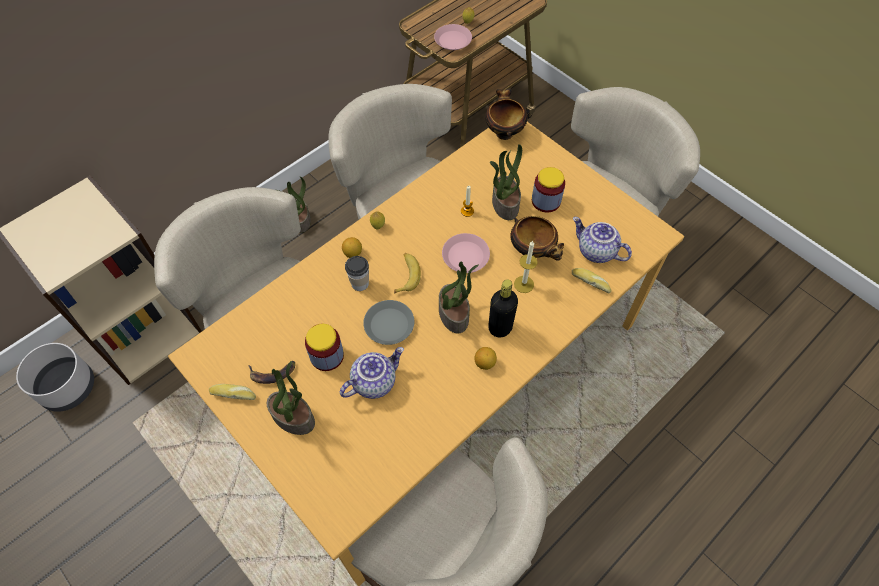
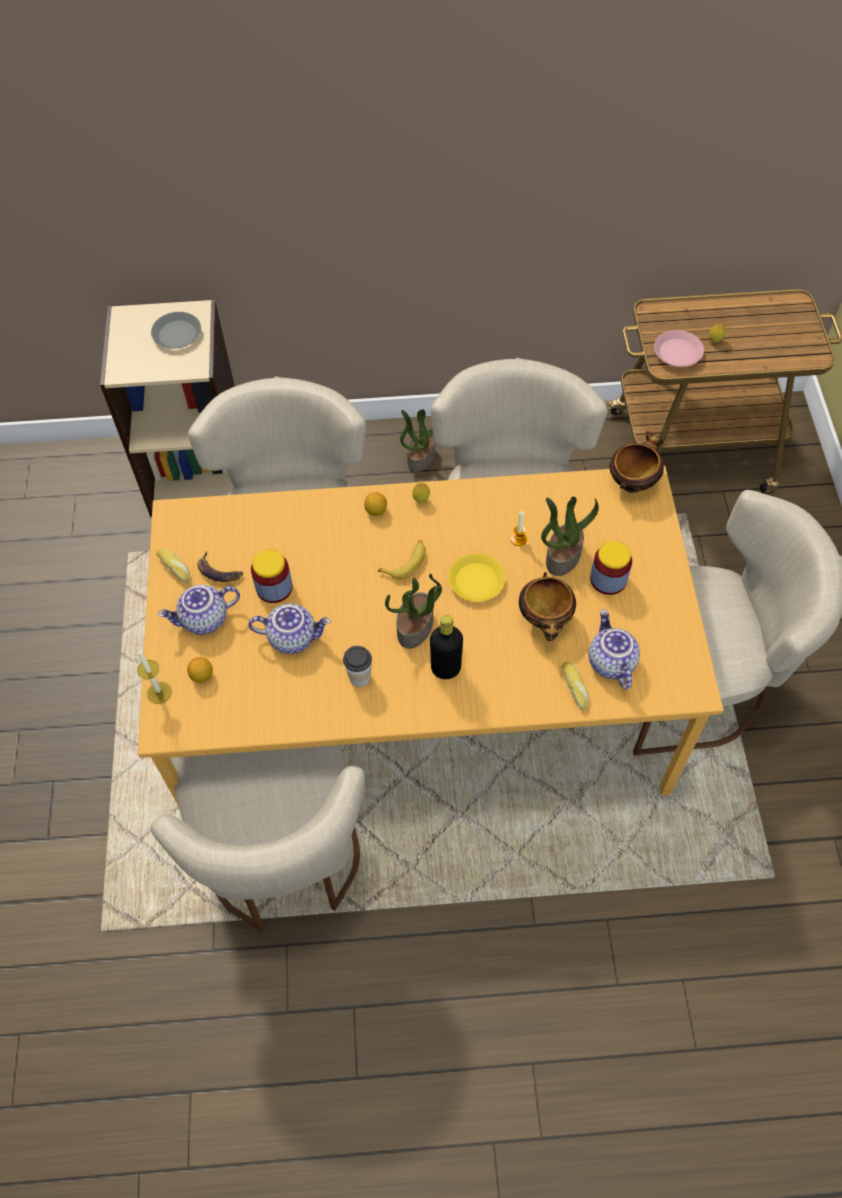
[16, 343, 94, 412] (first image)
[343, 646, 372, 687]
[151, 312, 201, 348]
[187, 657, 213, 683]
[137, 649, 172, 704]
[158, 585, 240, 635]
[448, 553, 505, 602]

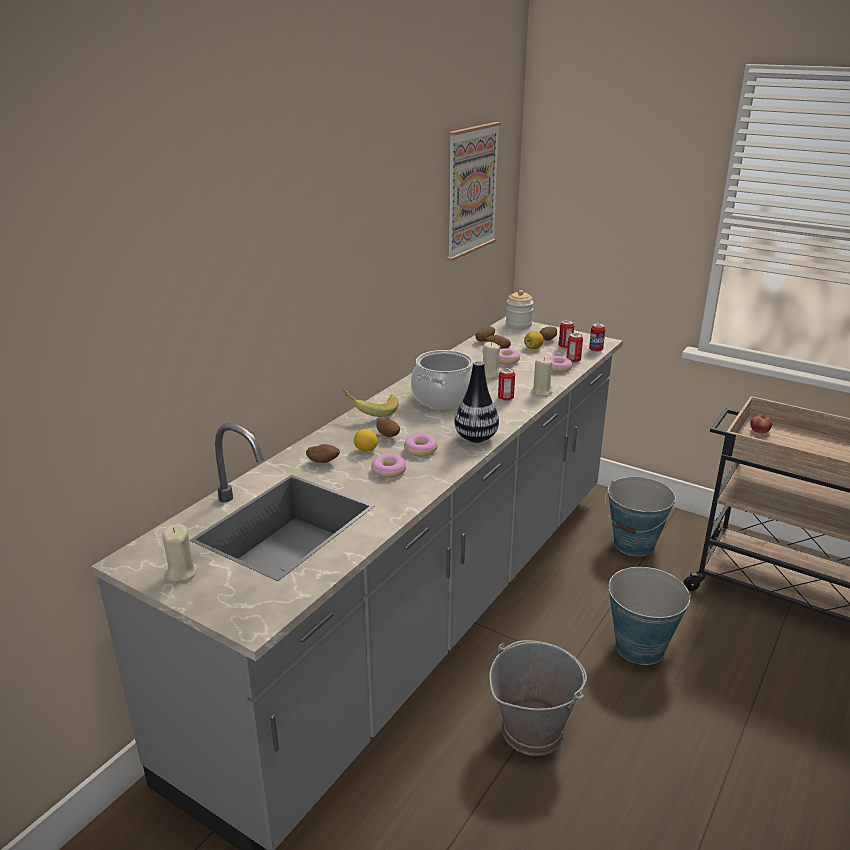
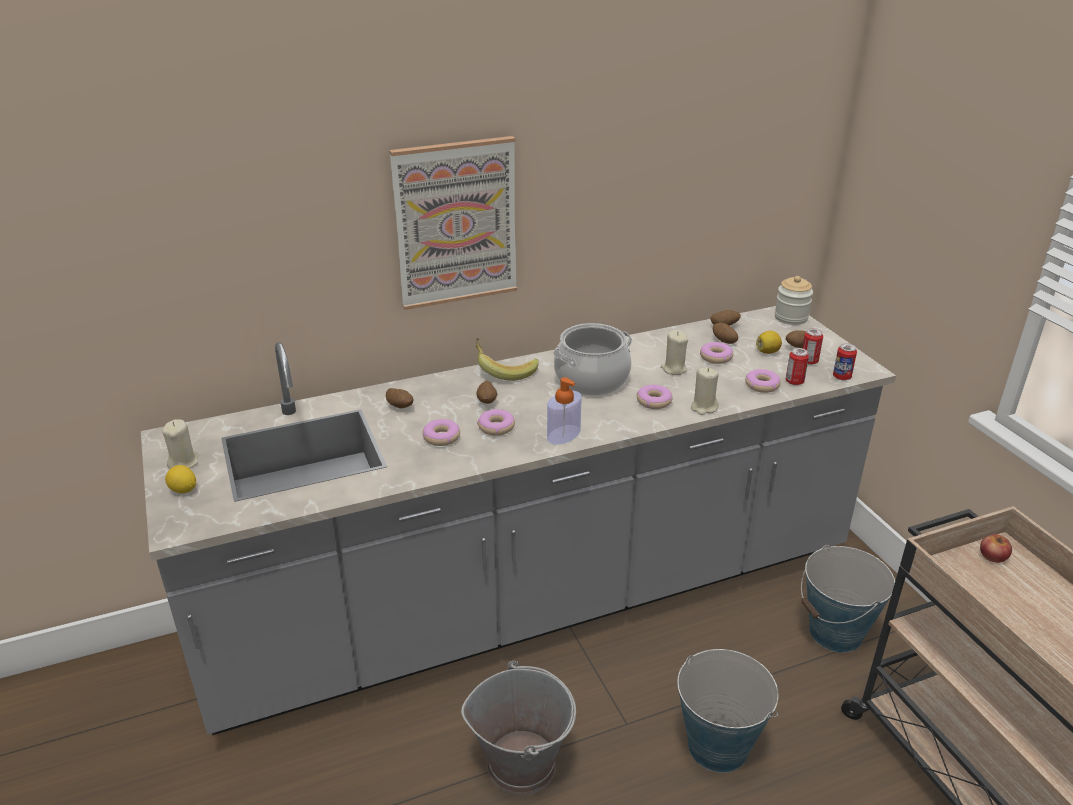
[165, 465, 196, 493]
[389, 136, 517, 310]
[547, 377, 582, 445]
[637, 385, 673, 409]

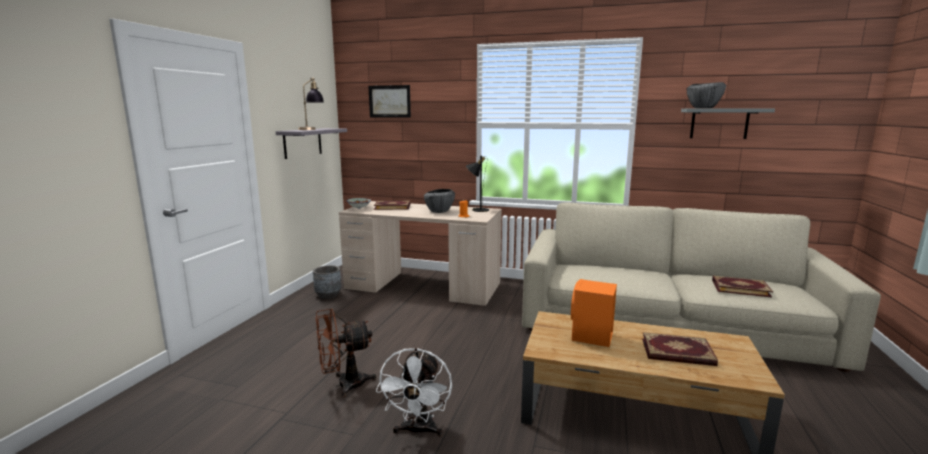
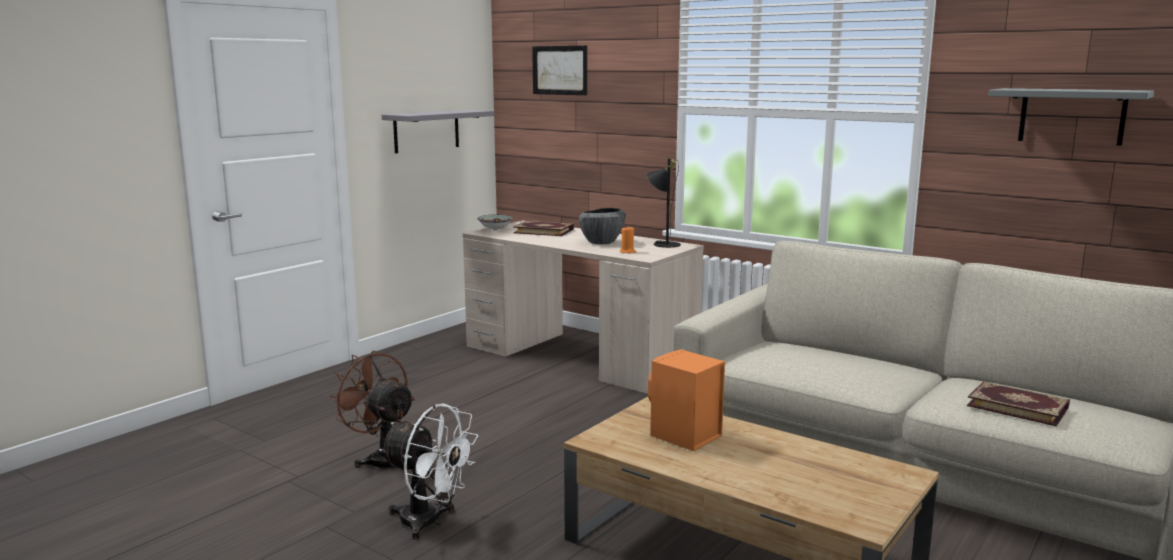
[298, 77, 324, 130] (first image)
[313, 265, 341, 299] (first image)
[642, 332, 718, 366] (first image)
[687, 82, 726, 108] (first image)
[328, 351, 415, 473]
[379, 403, 478, 540]

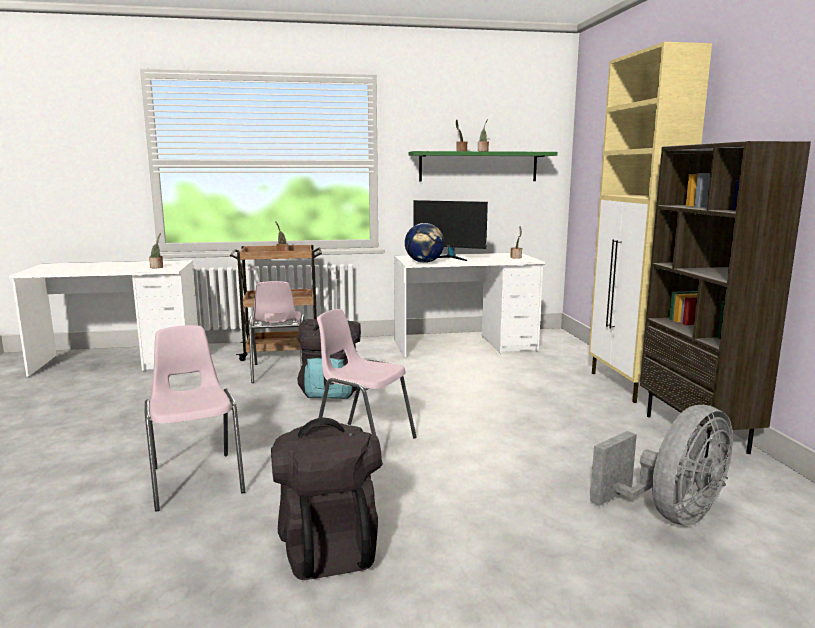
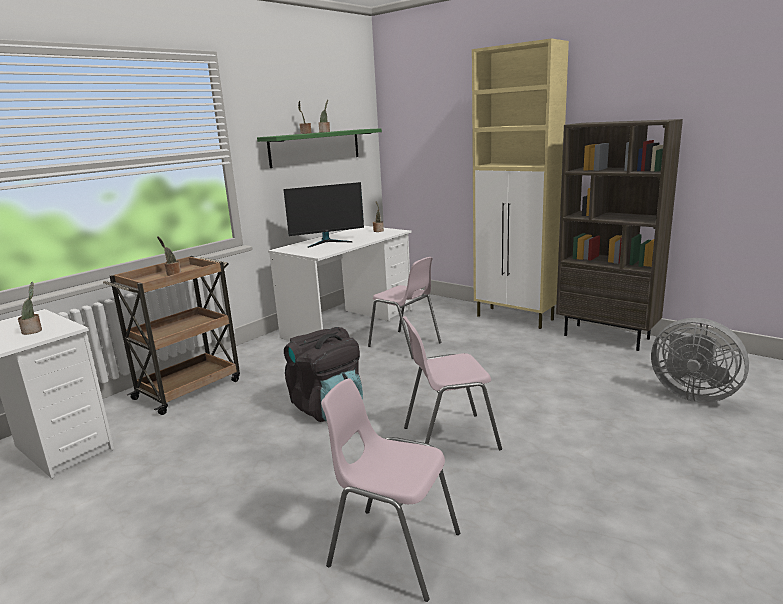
[271, 418, 382, 580] (first image)
[405, 223, 444, 263] (first image)
[368, 257, 441, 359]
[651, 318, 749, 403]

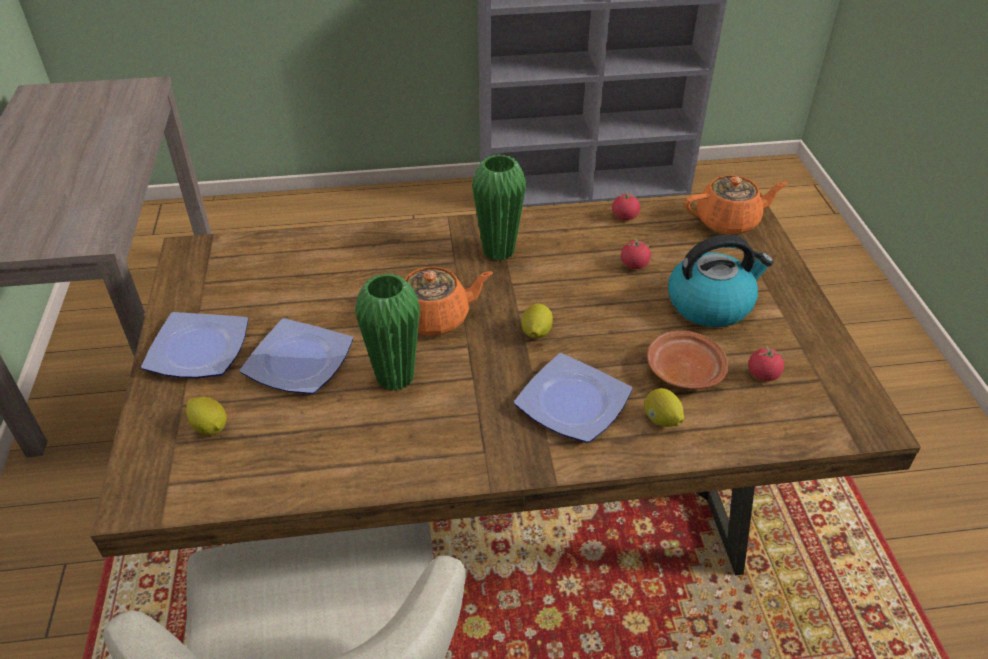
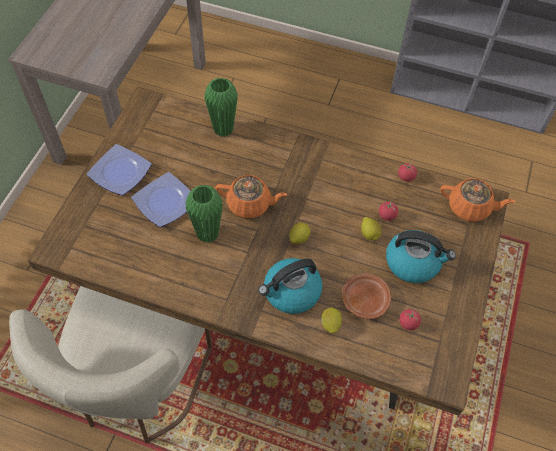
[361, 217, 381, 241]
[204, 78, 238, 137]
[258, 258, 323, 314]

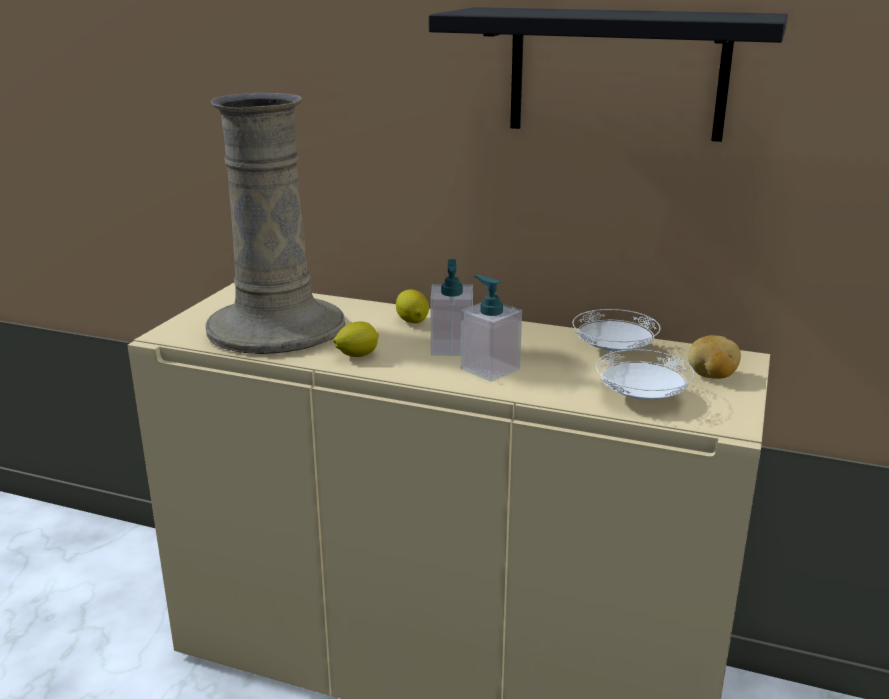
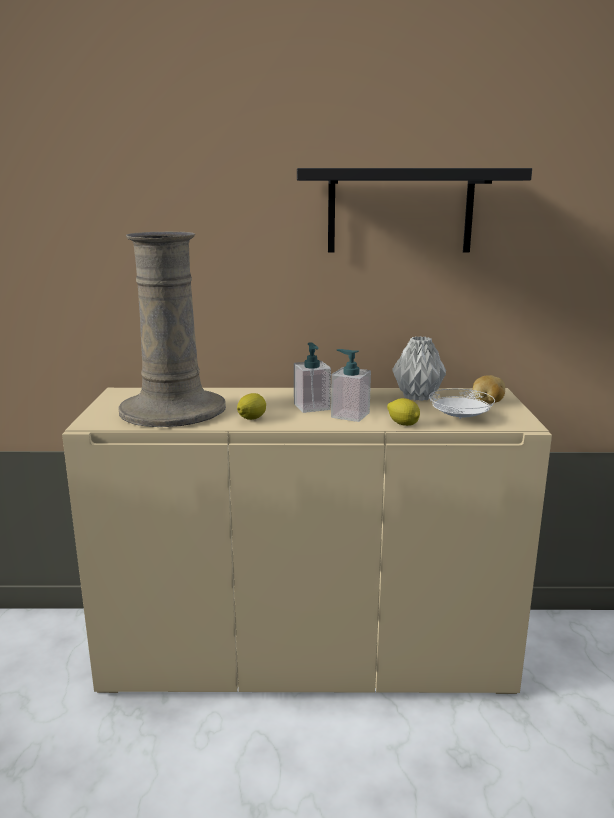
[387, 398, 420, 426]
[392, 336, 446, 401]

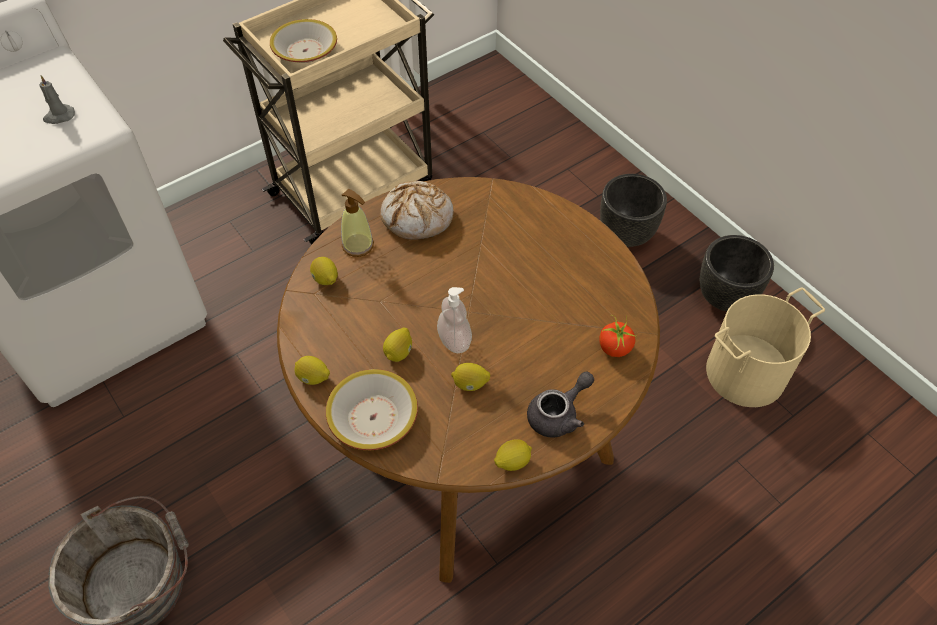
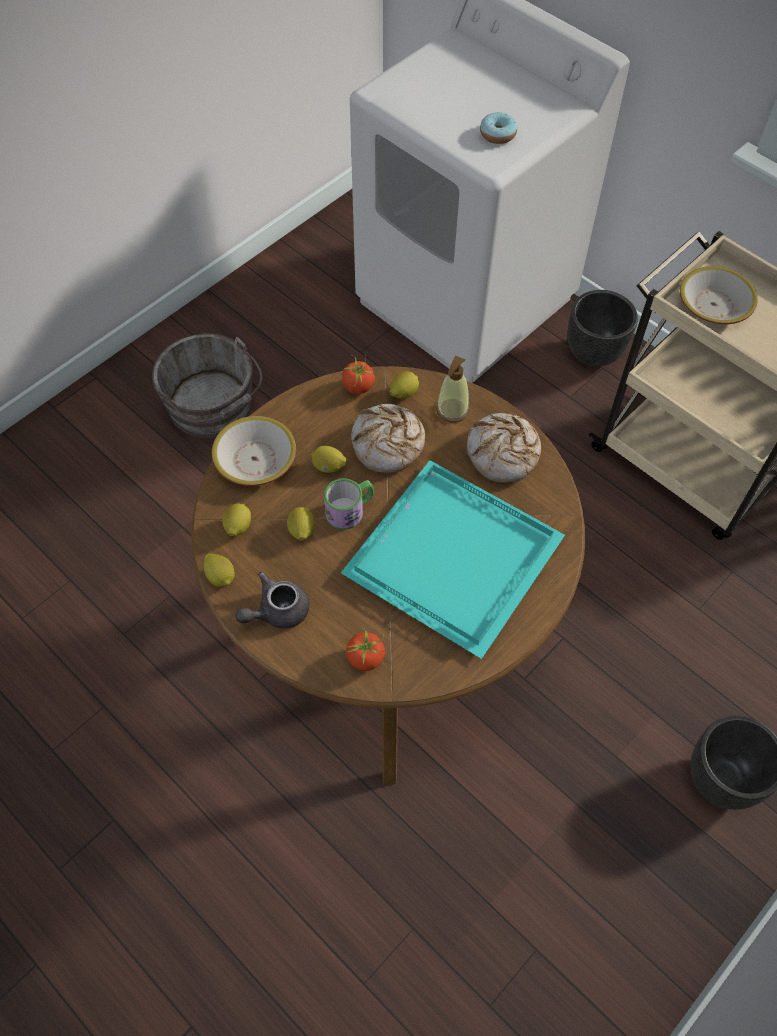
[706, 287, 825, 407] (first image)
[341, 460, 565, 659]
[342, 354, 375, 394]
[351, 404, 425, 473]
[223, 503, 251, 536]
[568, 290, 638, 367]
[480, 112, 517, 144]
[324, 478, 374, 530]
[236, 572, 309, 629]

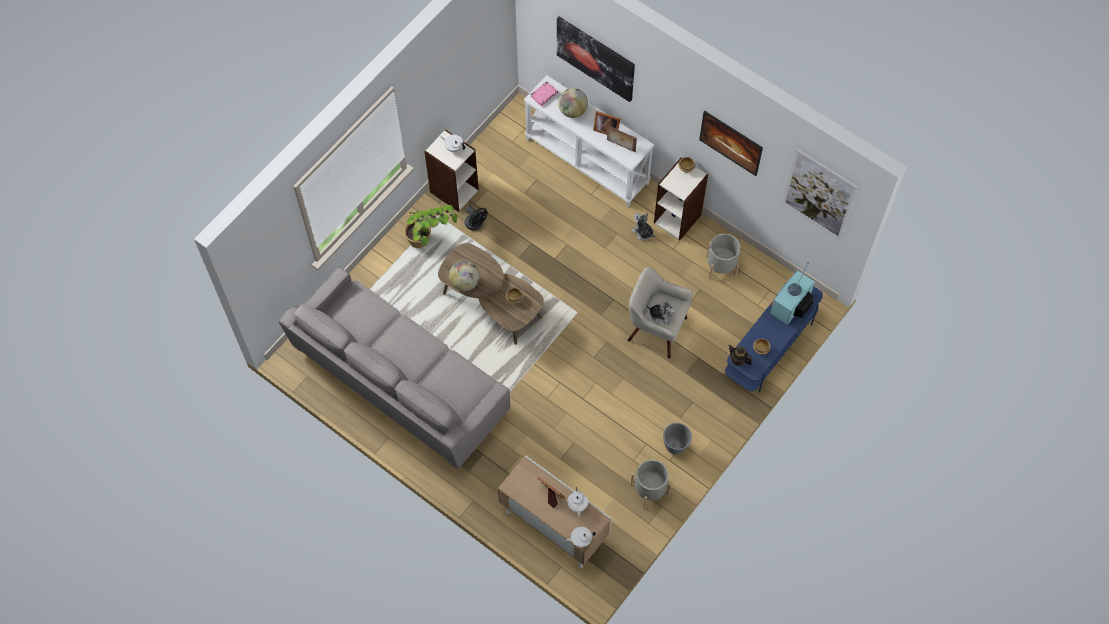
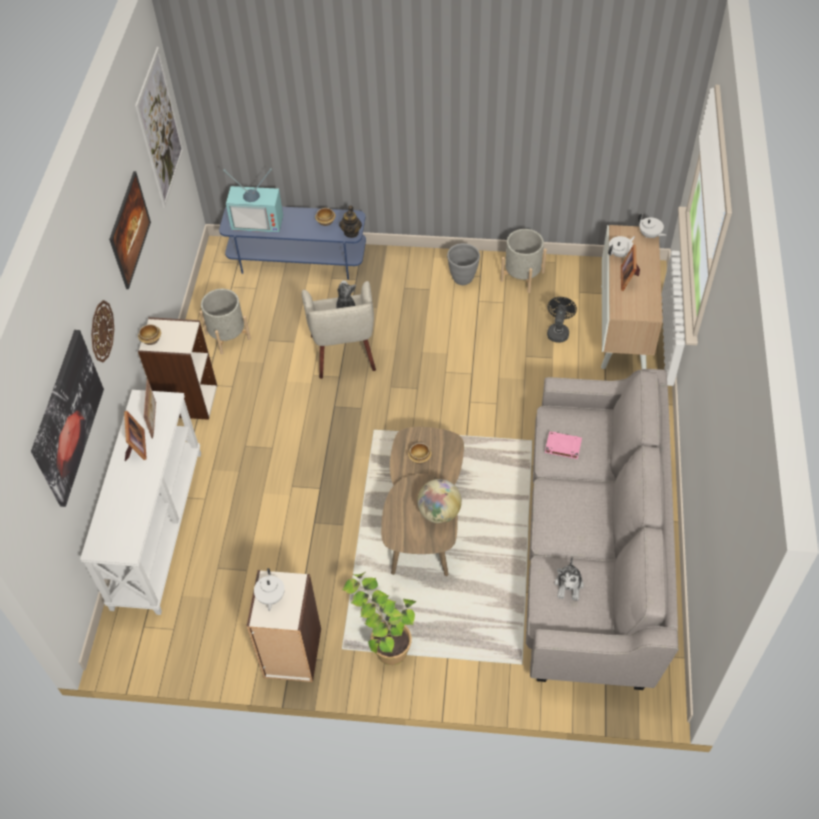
[558, 88, 588, 118] (first image)
[91, 300, 114, 362]
[547, 297, 577, 343]
[545, 431, 582, 459]
[555, 556, 584, 601]

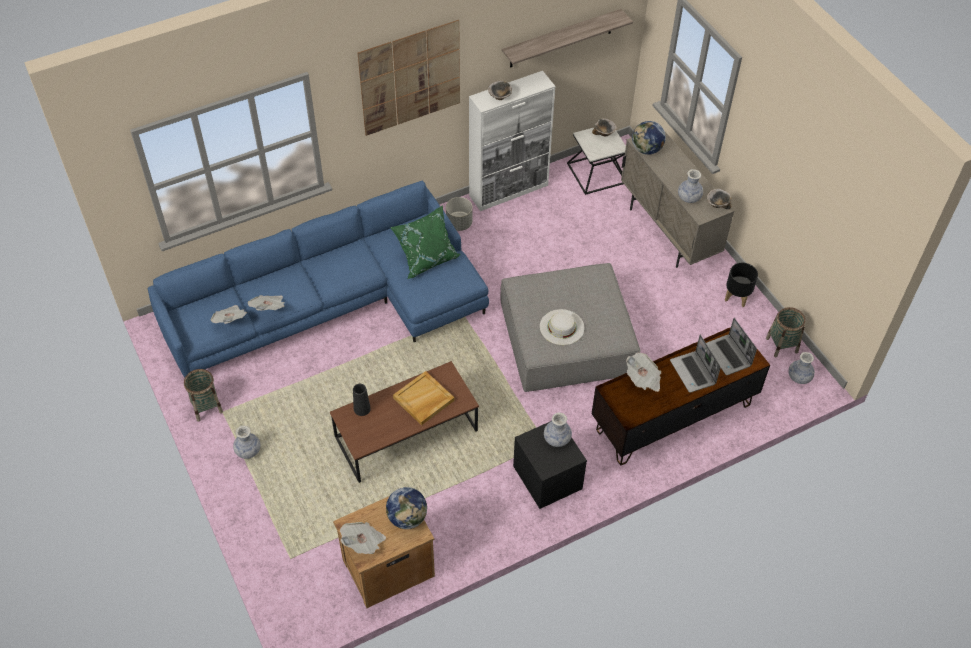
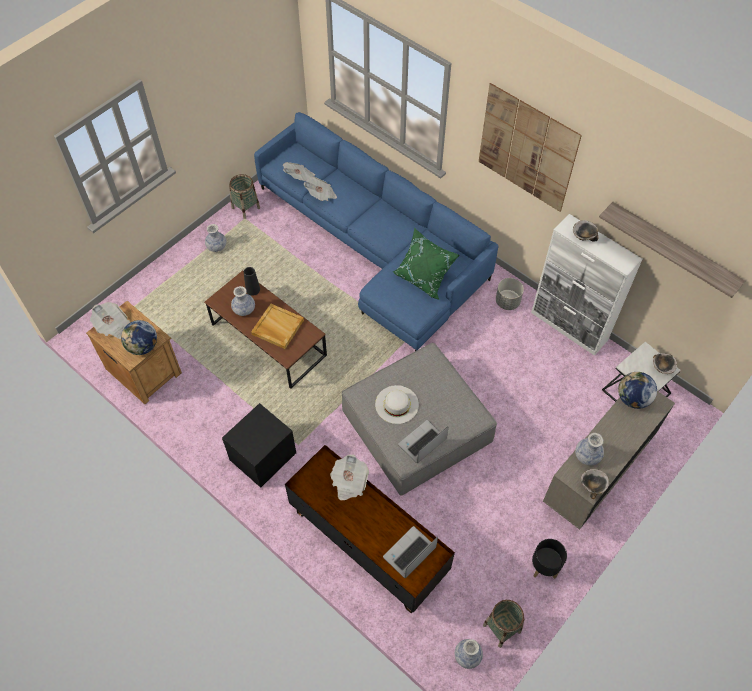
[231, 286, 255, 316]
[398, 420, 449, 464]

